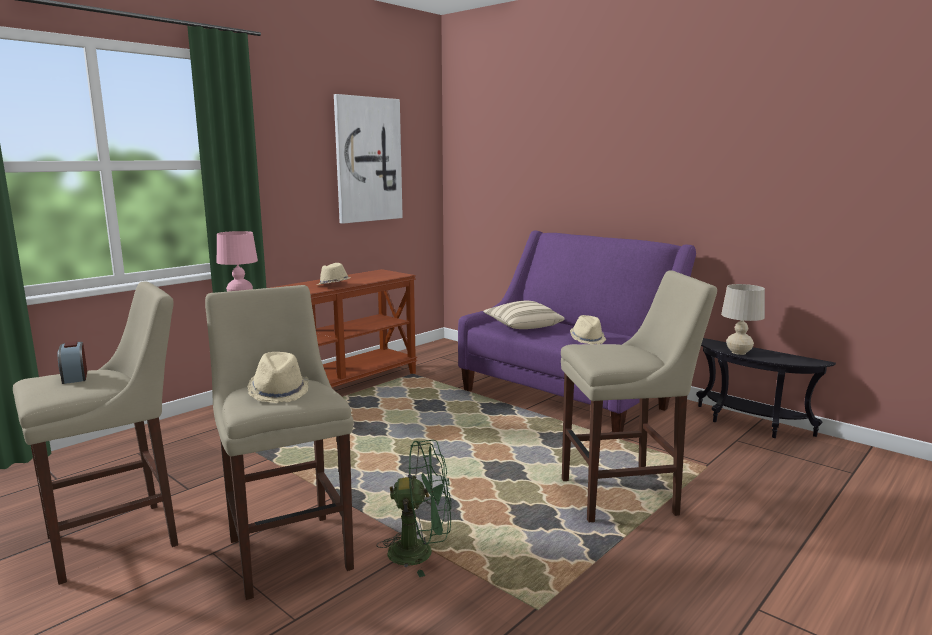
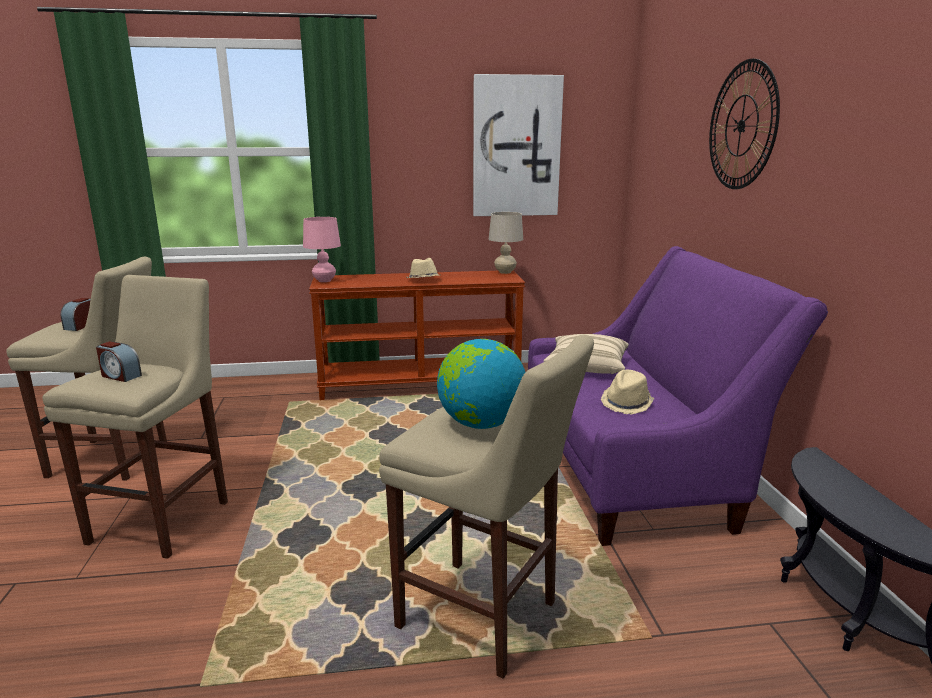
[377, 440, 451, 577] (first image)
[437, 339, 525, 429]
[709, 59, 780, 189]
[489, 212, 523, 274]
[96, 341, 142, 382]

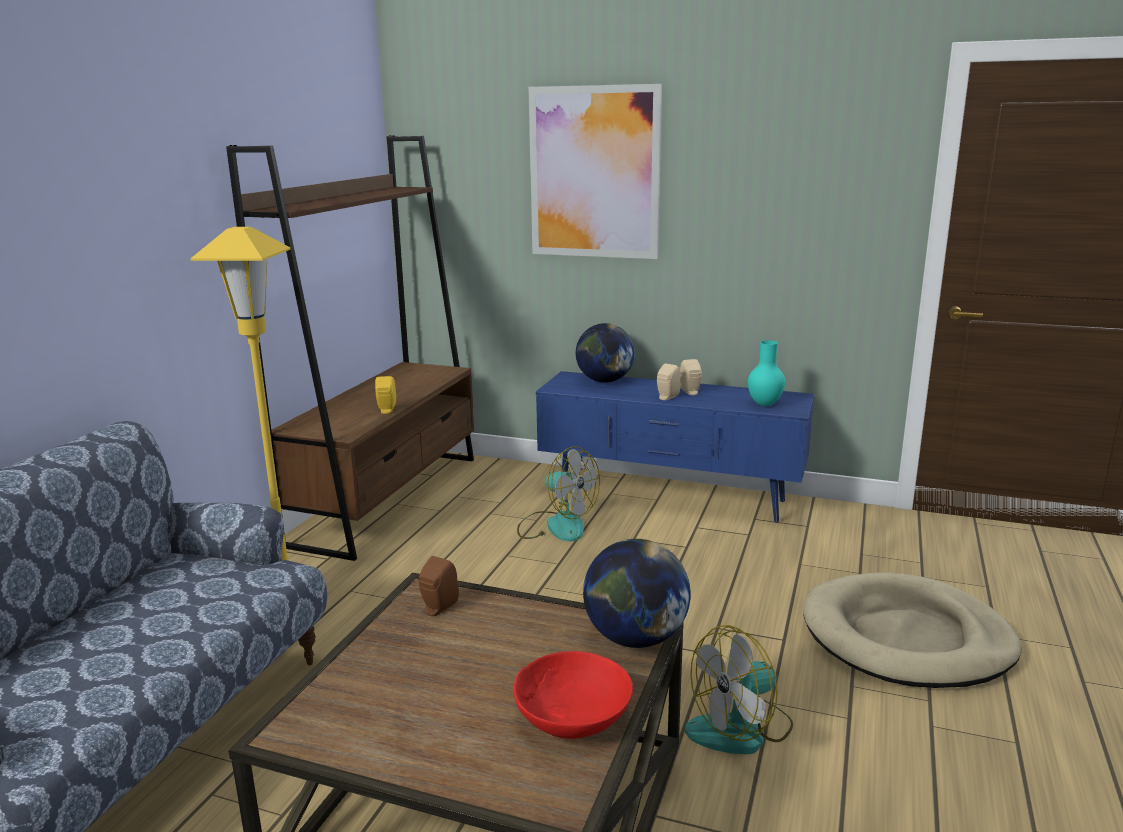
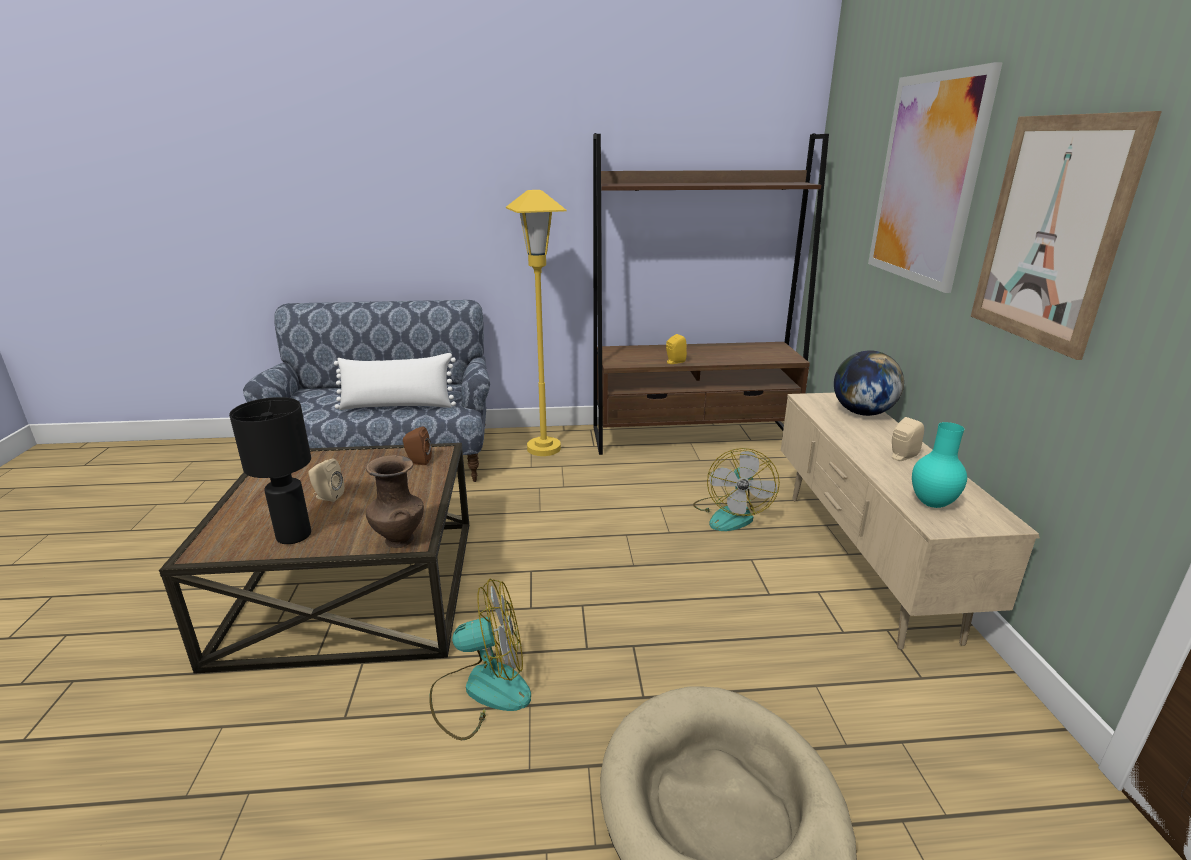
[334, 353, 456, 410]
[971, 111, 1162, 360]
[309, 458, 344, 502]
[229, 397, 311, 544]
[366, 455, 424, 548]
[781, 392, 1040, 650]
[429, 579, 531, 740]

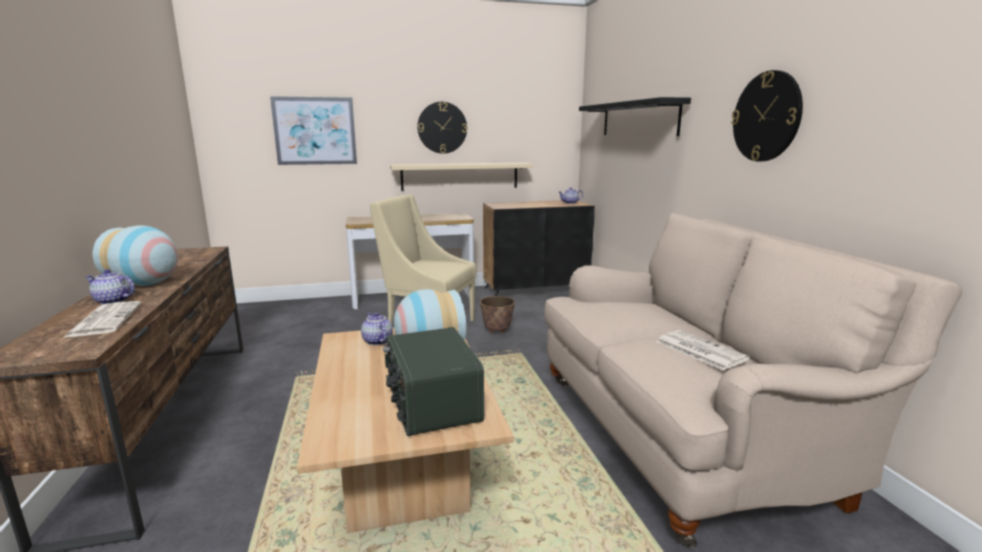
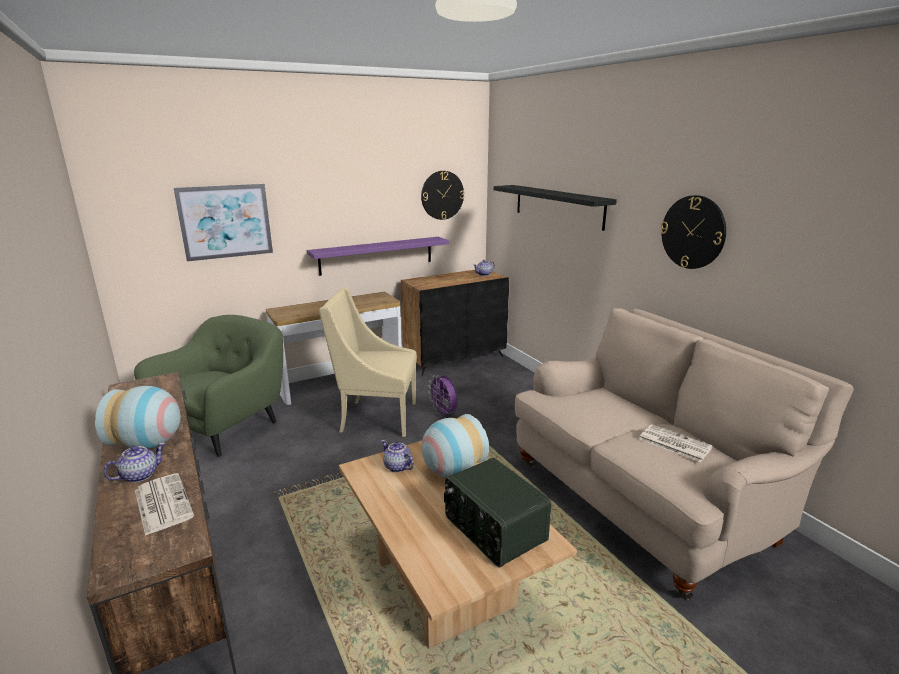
[134, 315, 283, 457]
[421, 171, 465, 220]
[428, 375, 458, 418]
[307, 237, 449, 276]
[104, 442, 166, 483]

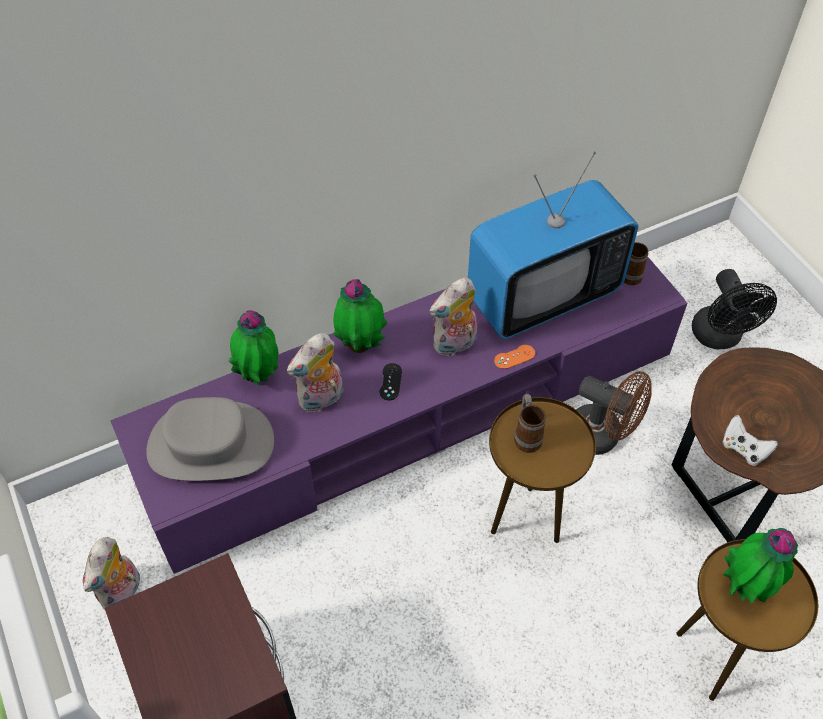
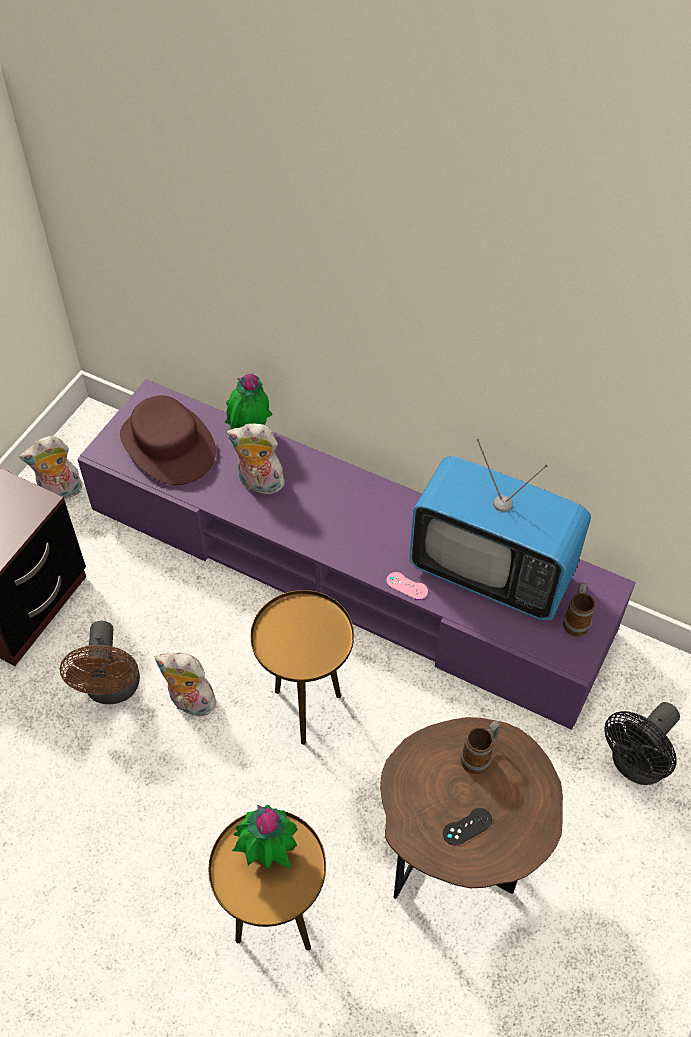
[334, 279, 387, 353] (first image)
[722, 415, 778, 466] (first image)
[443, 808, 492, 846]
[155, 653, 216, 716]
[461, 720, 501, 774]
[60, 621, 140, 704]
[120, 395, 216, 485]
[386, 572, 428, 600]

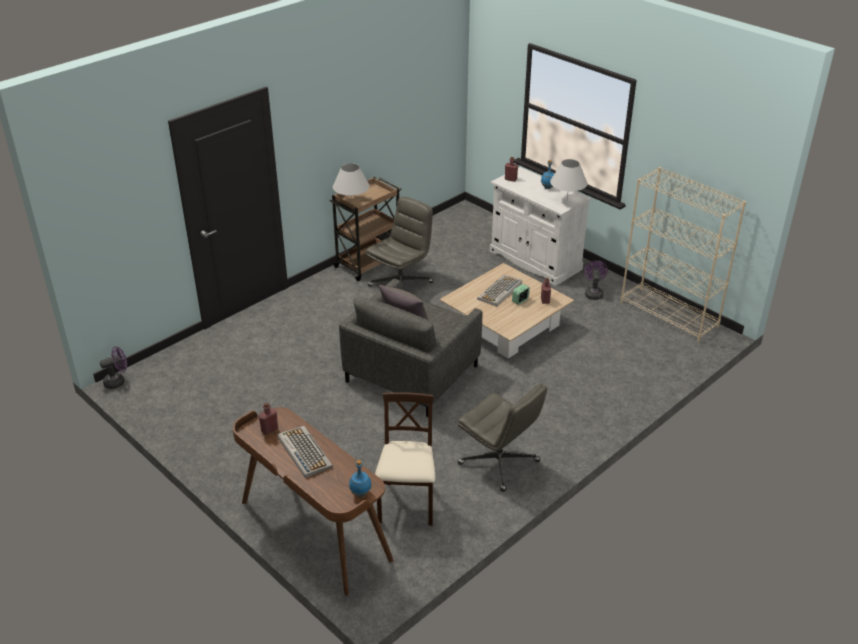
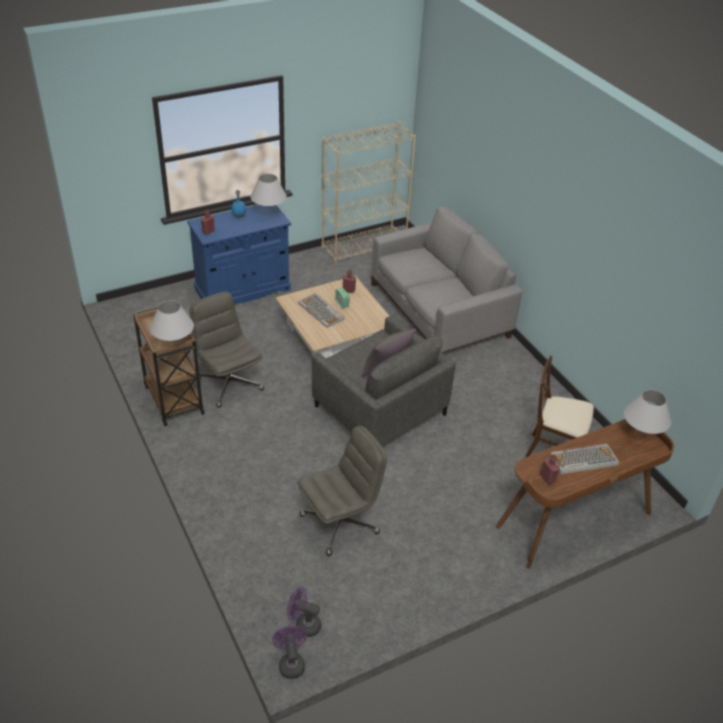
[371, 206, 522, 353]
[298, 425, 387, 556]
[287, 587, 321, 637]
[624, 390, 671, 435]
[187, 205, 291, 304]

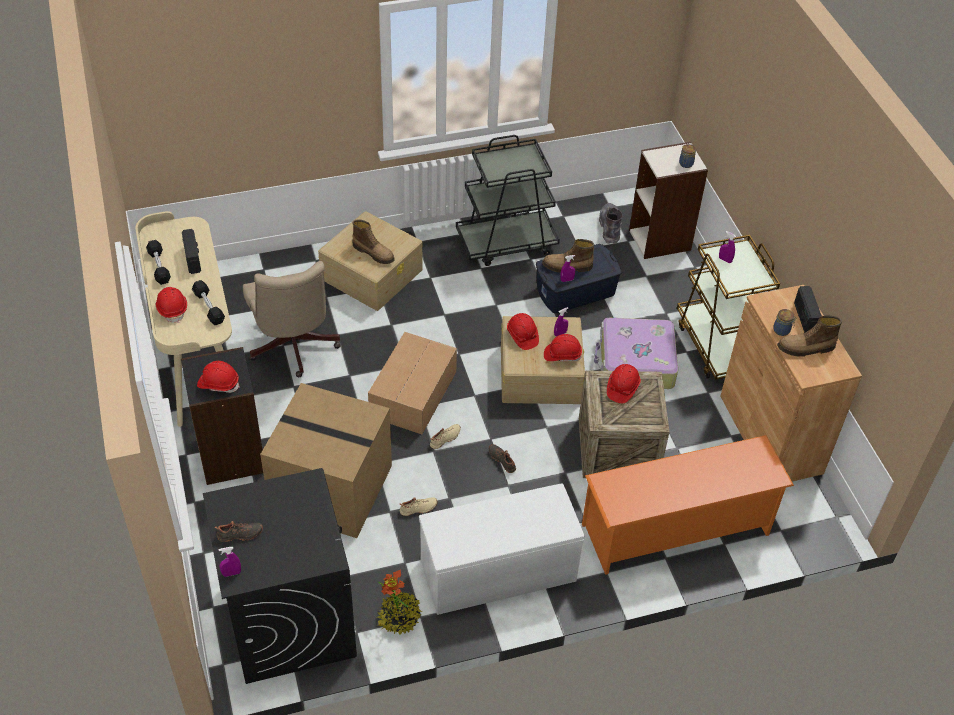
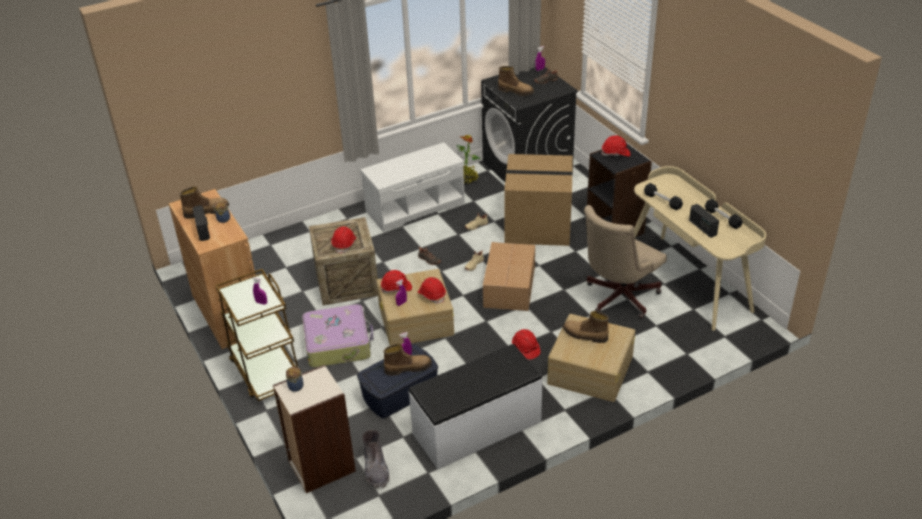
[582, 435, 794, 575] (first image)
[498, 66, 534, 96]
[512, 329, 540, 359]
[408, 344, 543, 469]
[584, 205, 667, 319]

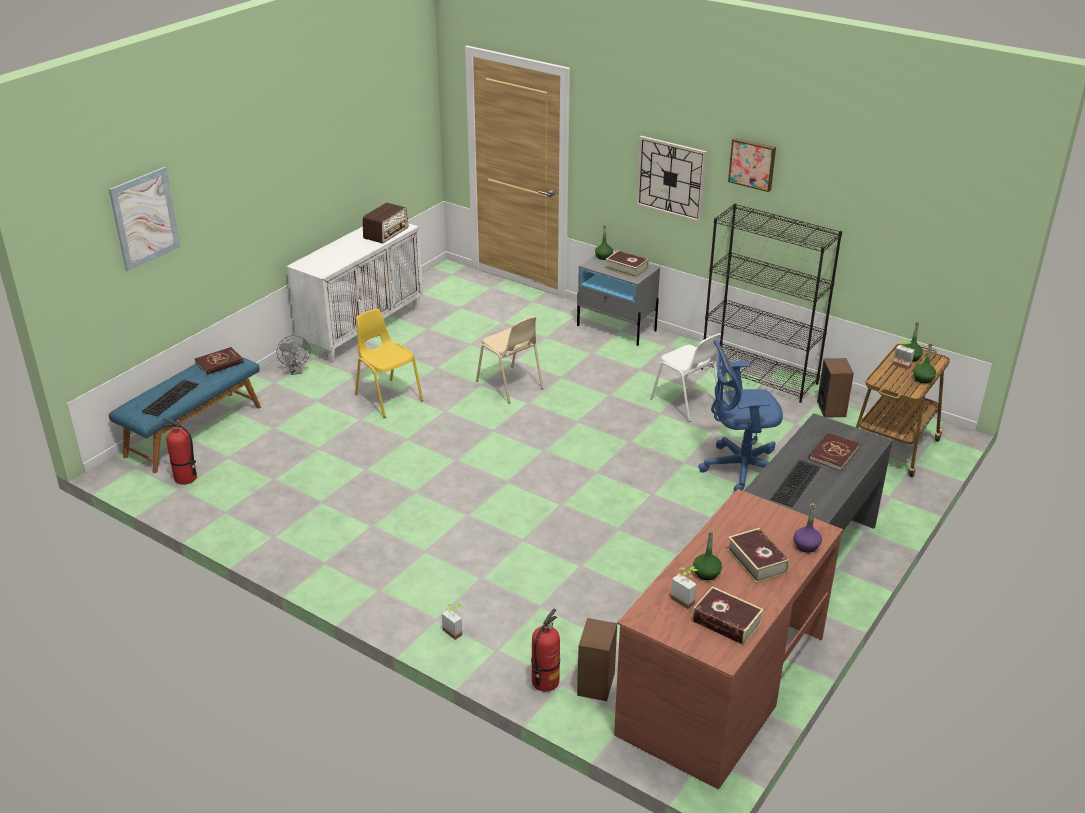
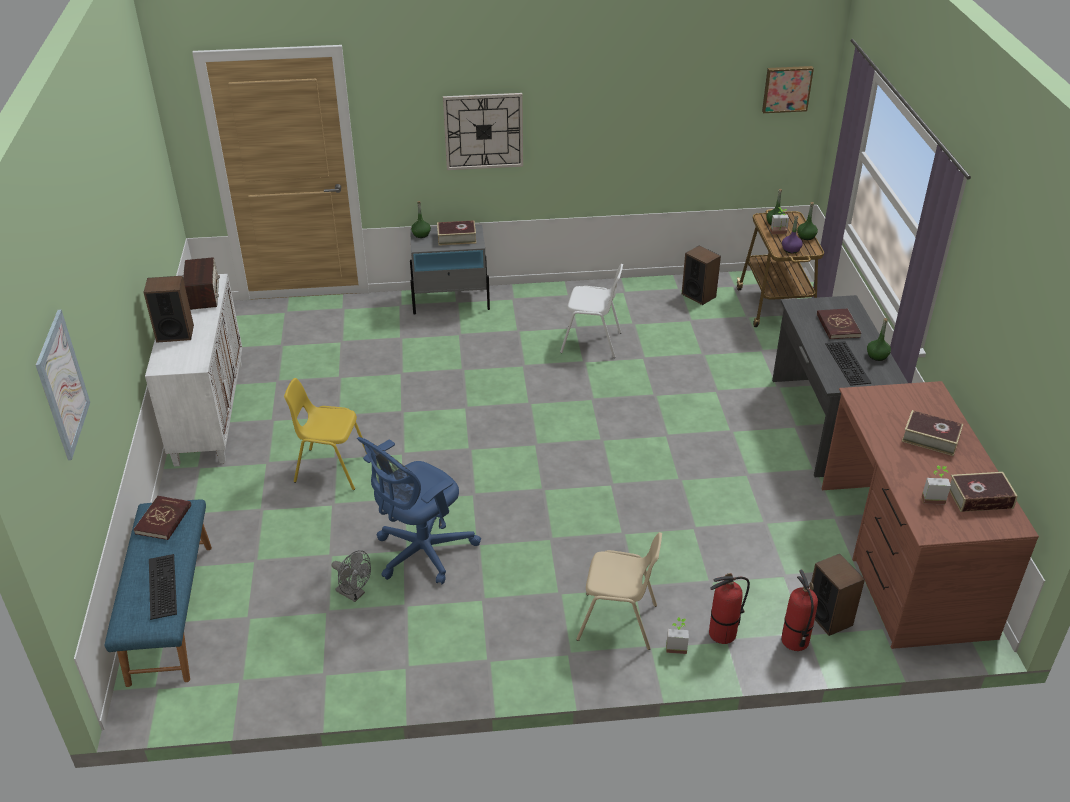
[701, 203, 842, 403] (first image)
[143, 276, 194, 343]
[709, 573, 750, 644]
[332, 550, 371, 602]
[576, 532, 662, 650]
[867, 318, 891, 361]
[357, 437, 481, 585]
[762, 66, 814, 113]
[782, 215, 803, 254]

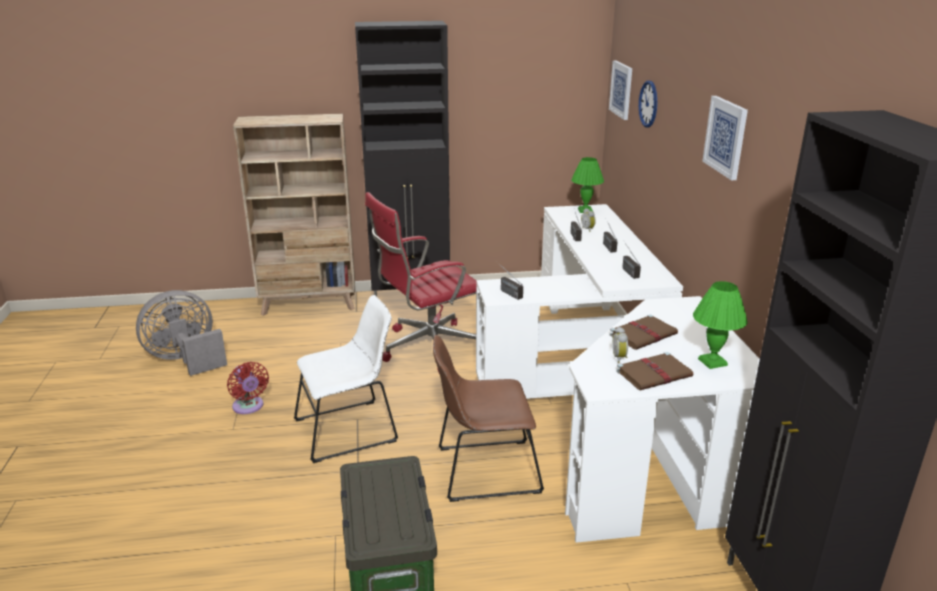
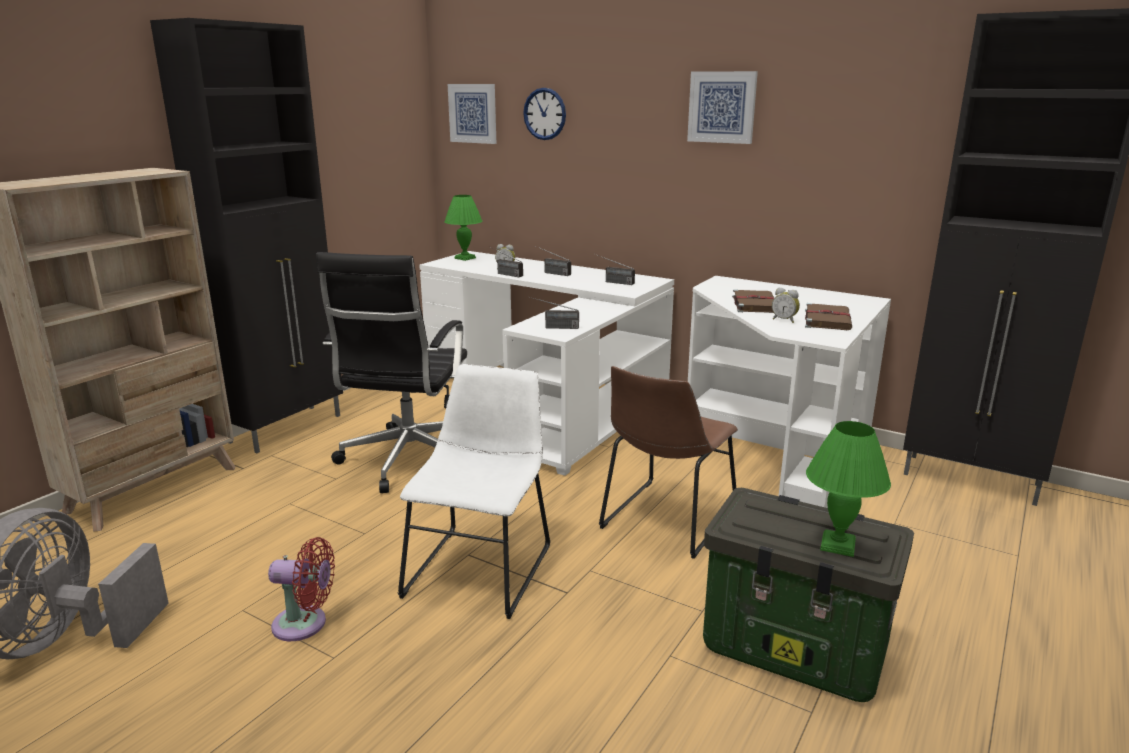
[806, 421, 891, 557]
[316, 252, 467, 493]

